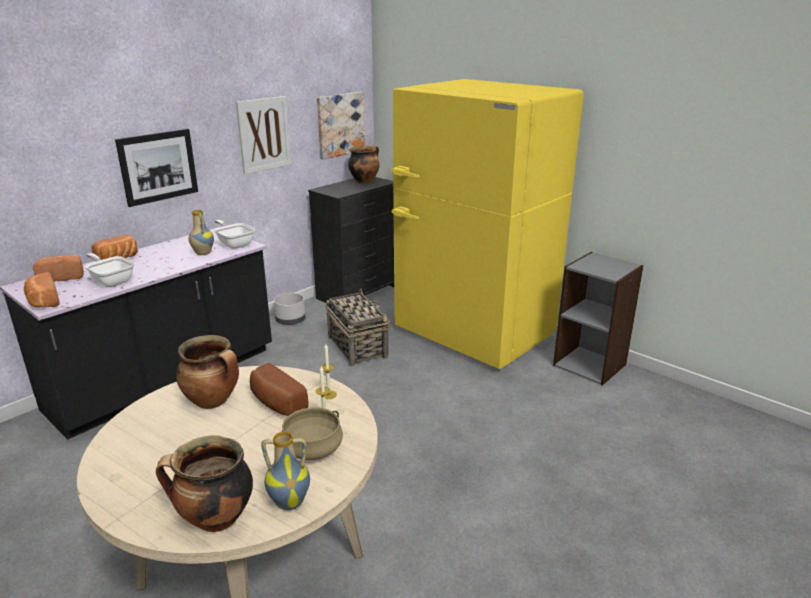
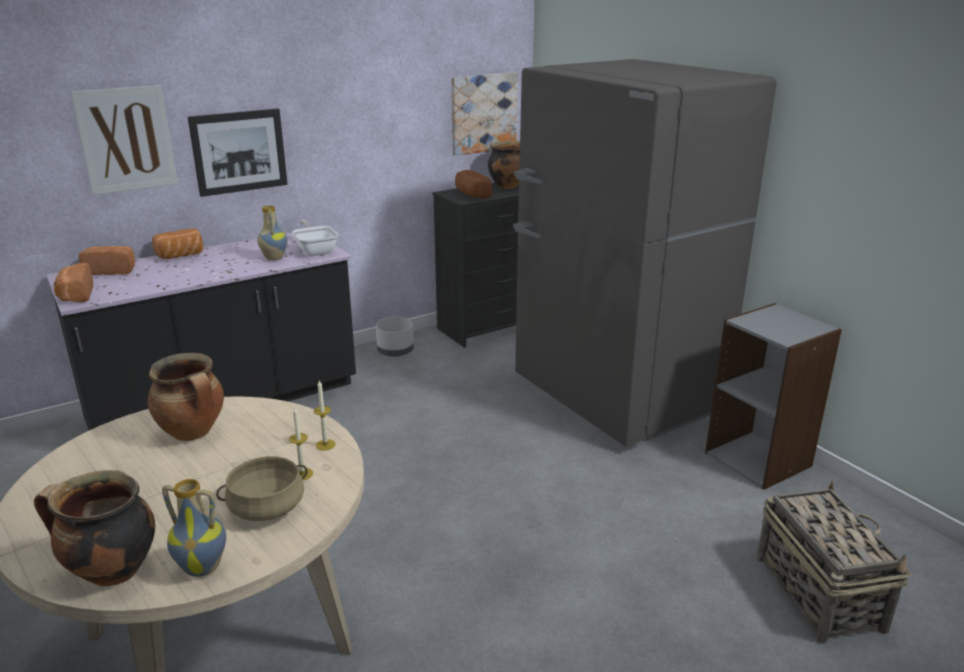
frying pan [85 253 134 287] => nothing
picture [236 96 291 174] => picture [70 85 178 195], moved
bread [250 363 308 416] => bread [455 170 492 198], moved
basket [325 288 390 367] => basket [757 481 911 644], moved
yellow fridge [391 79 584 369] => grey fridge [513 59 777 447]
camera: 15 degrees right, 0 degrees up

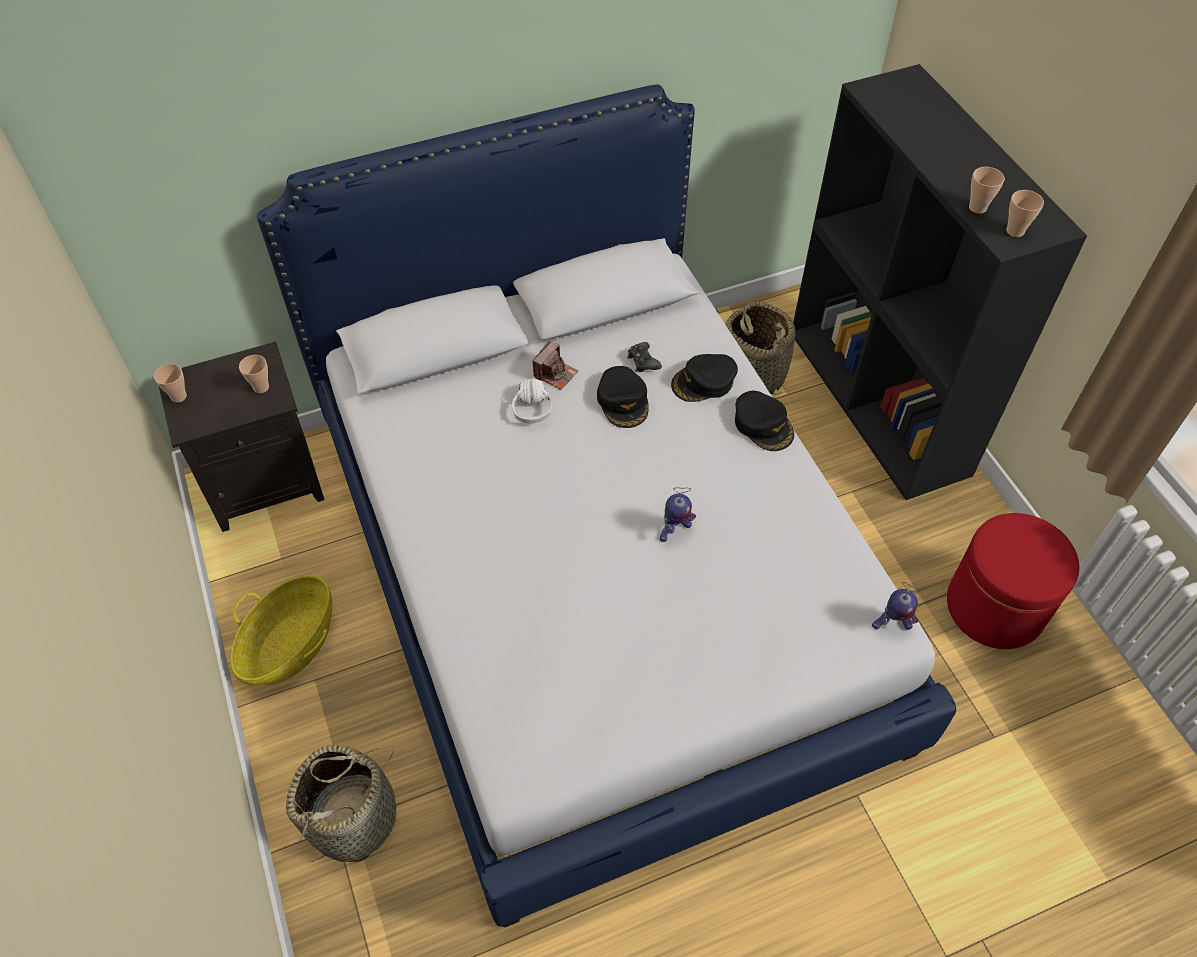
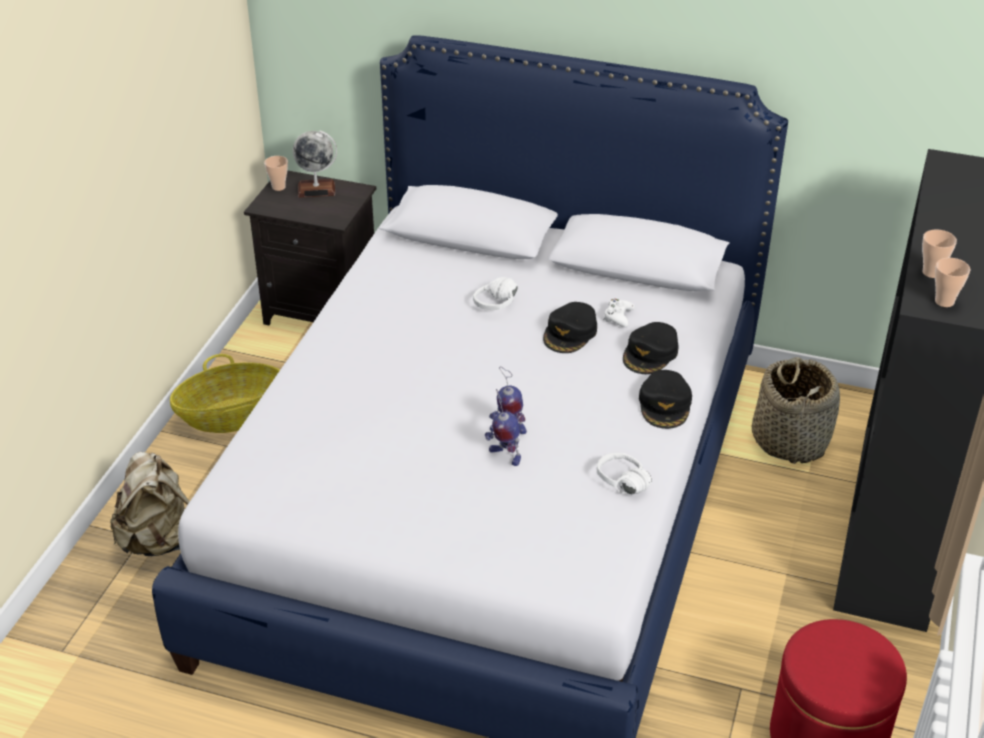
cup [239 355 269 393] => nothing
basket [286 745 397 862] => beige backpack [110 452 190 556]
photo camera [532 340 578 390] => nothing
black game controller [627 342 662 372] => white game controller [603 299 635 327]
black cap [671 354 738 402] => black cap [623 322 679 374], 75 degrees counterclockwise
toy robot [872 582 919 630] => toy robot [485 389 521 466], moved
nothing => globe [293 131 337 198]
nothing => white headphones [597 452 652 494]
camera: 40 degrees right, 15 degrees down

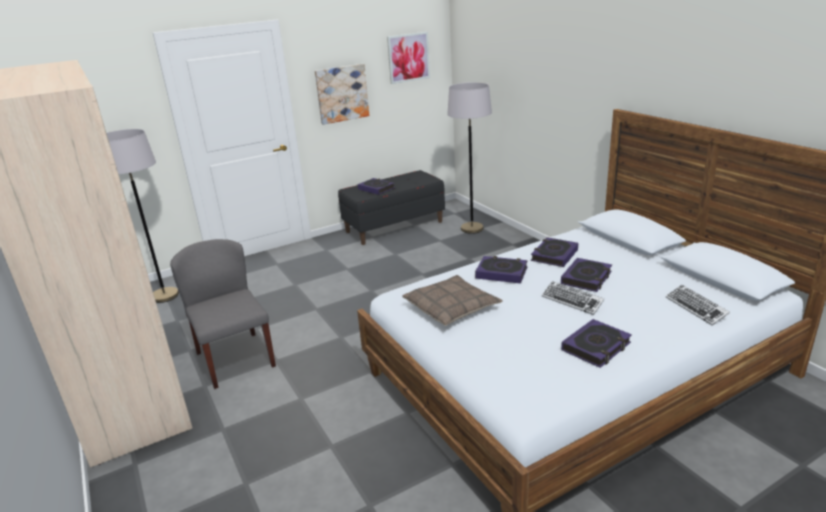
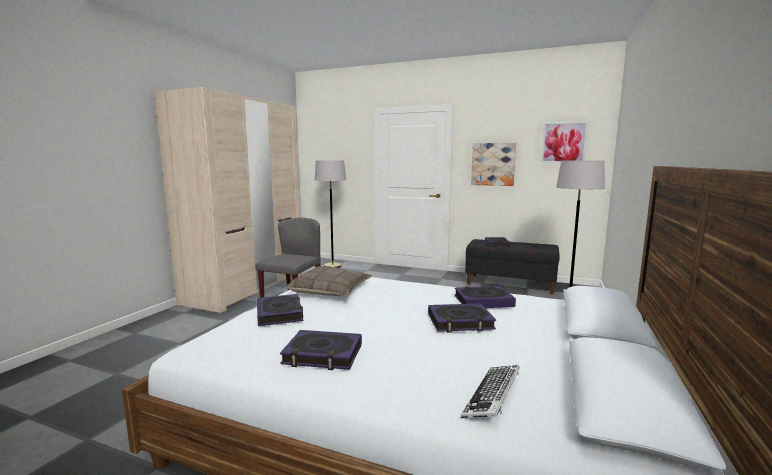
book [475 256 528 284] => book [257 294 303 326], moved
keyboard [542 281 604 315] => nothing
camera: 50 degrees right, 15 degrees down

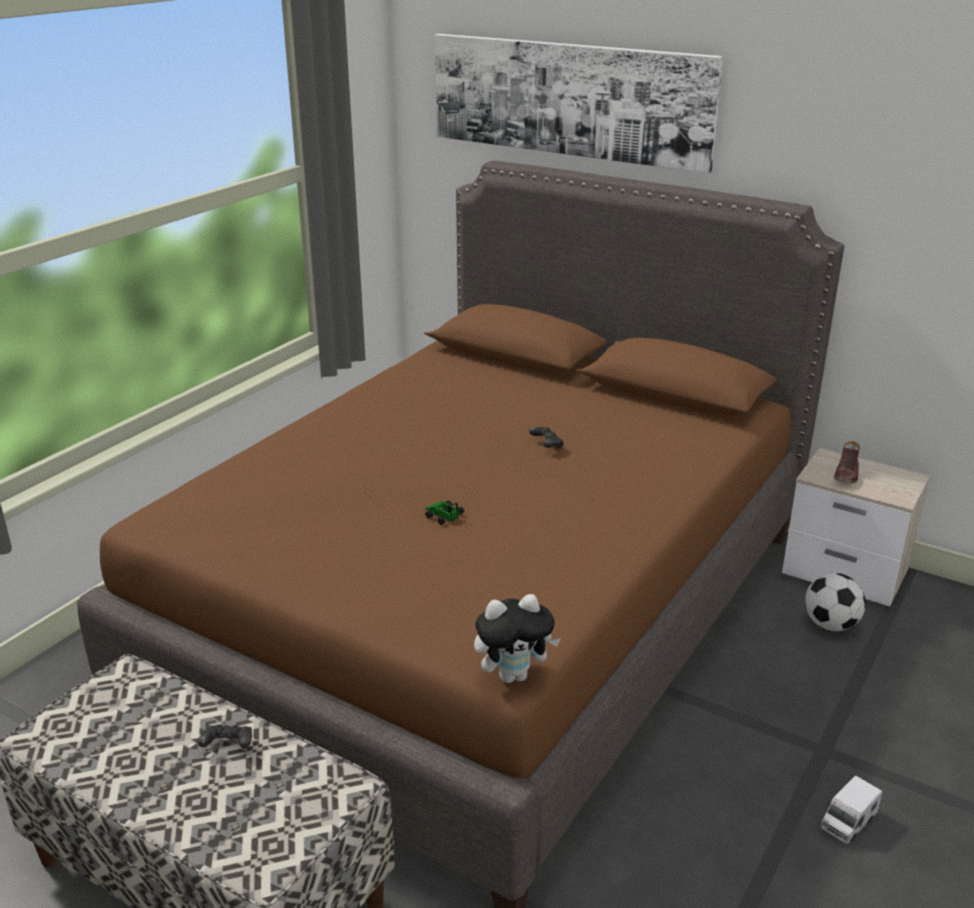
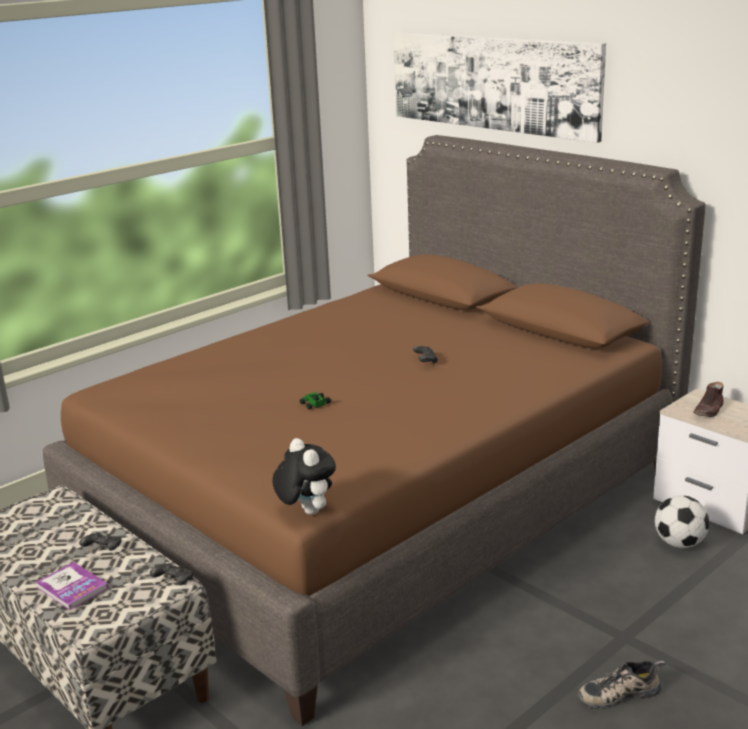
plush toy [474 594 561 683] => plush toy [272 438 336 515], 120 degrees counterclockwise
toy truck [820 776 882 844] => shoe [578 660 665 709]
nothing => book [35 562 108 610]
nothing => black game controller [150 563 194 585]
camera: 15 degrees right, 5 degrees down

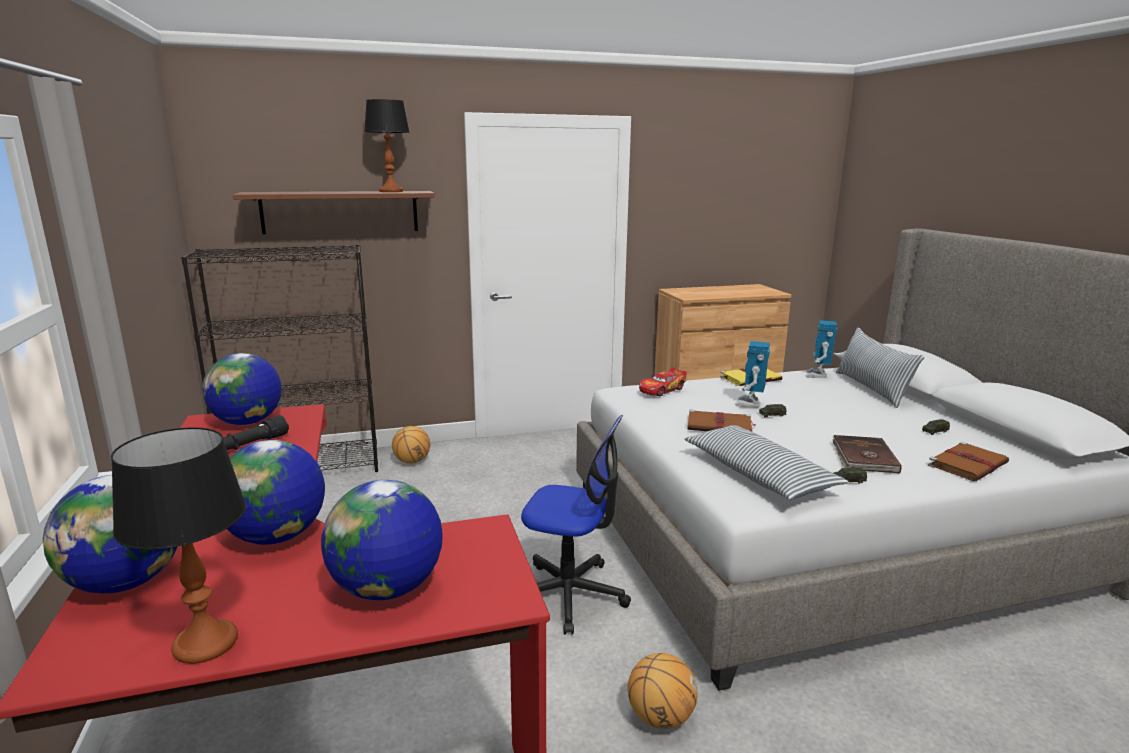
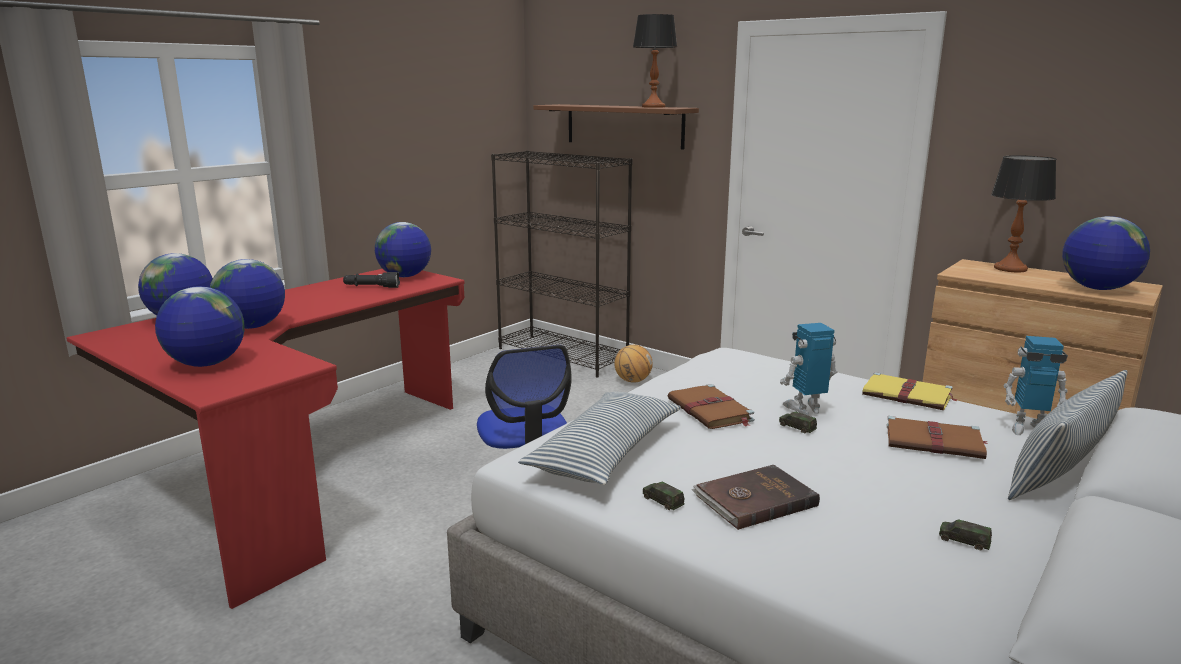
table lamp [111 427 246 664] => table lamp [991 156 1056 272], moved
basketball [628 653 698 729] => nothing
toy car [639 367 687 397] => nothing
toy robot [806 320 837 378] => toy robot [1004 336 1068 435], 150 degrees counterclockwise
brown book [928 442 1009 481] => brown book [887 416 988 459], moved
nothing => globe [1062 216 1150 290]
camera: 55 degrees right, 0 degrees up

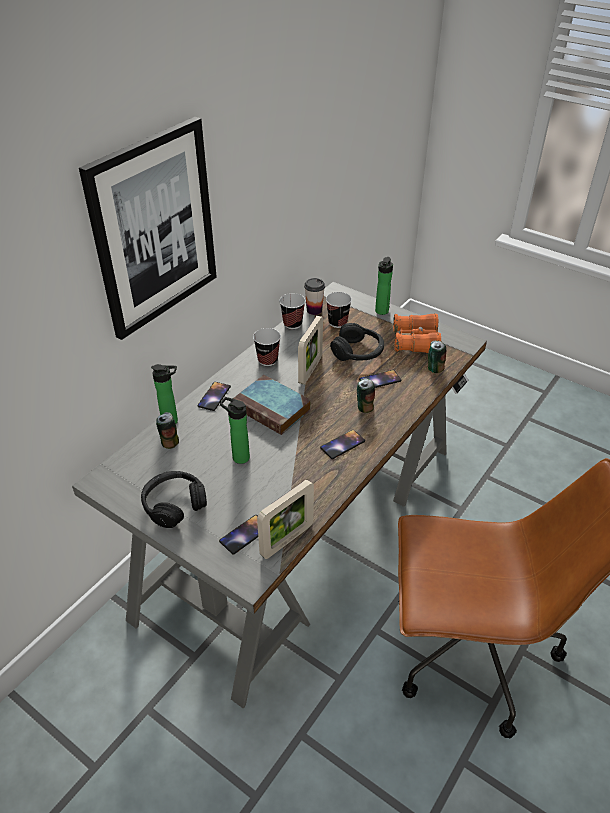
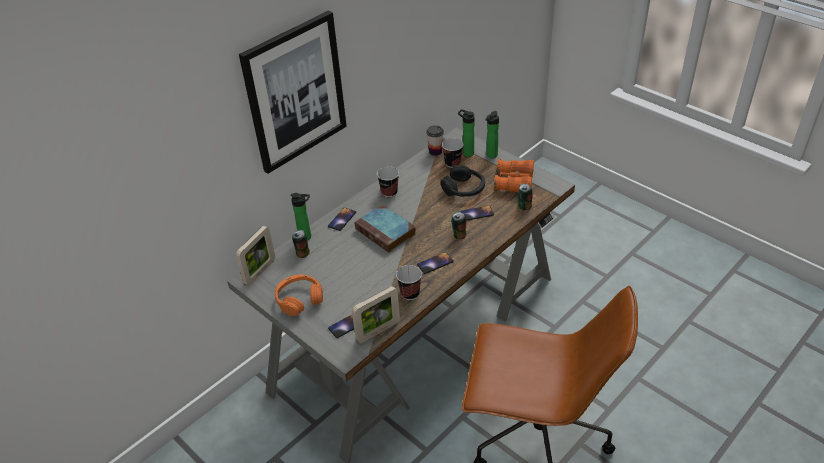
black headphones [141 471 207 528] => orange headphones [275 274 323 316]
bottle [220 397 250 464] => bottle [458 109 475 157], moved
cup [279 293 306 329] => cup [396 265 422 300], moved
picture frame [298 316 323 385] => picture frame [236 226 275 286], moved
camera: 10 degrees right, 0 degrees up

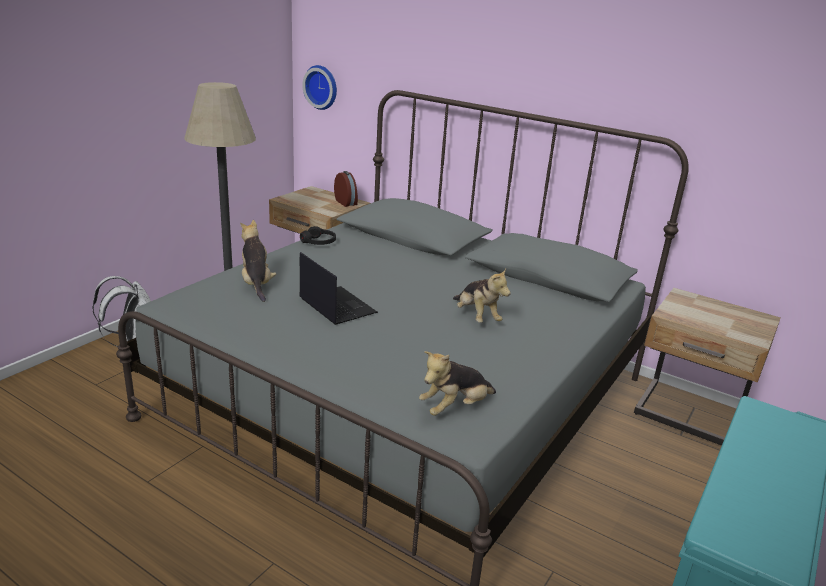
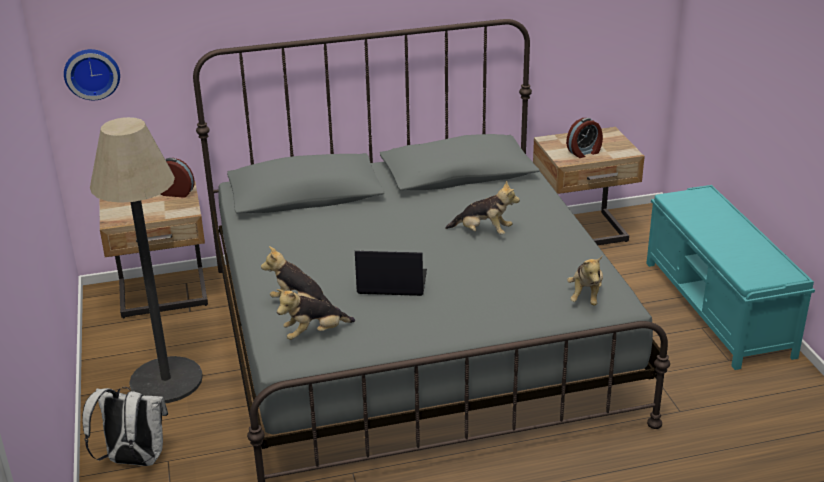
black headphones [300 226 336 245] => nothing
nothing => plush toy [276 289 355 340]
nothing => alarm clock [566 118 603 158]
camera: 45 degrees left, 5 degrees up

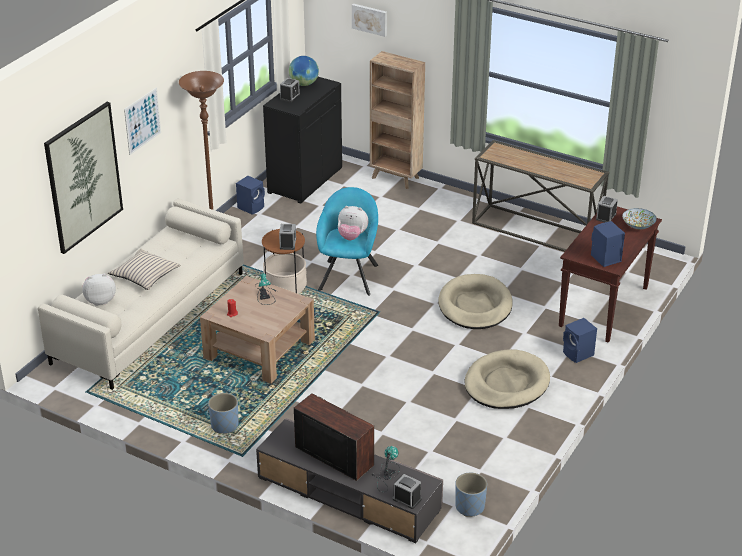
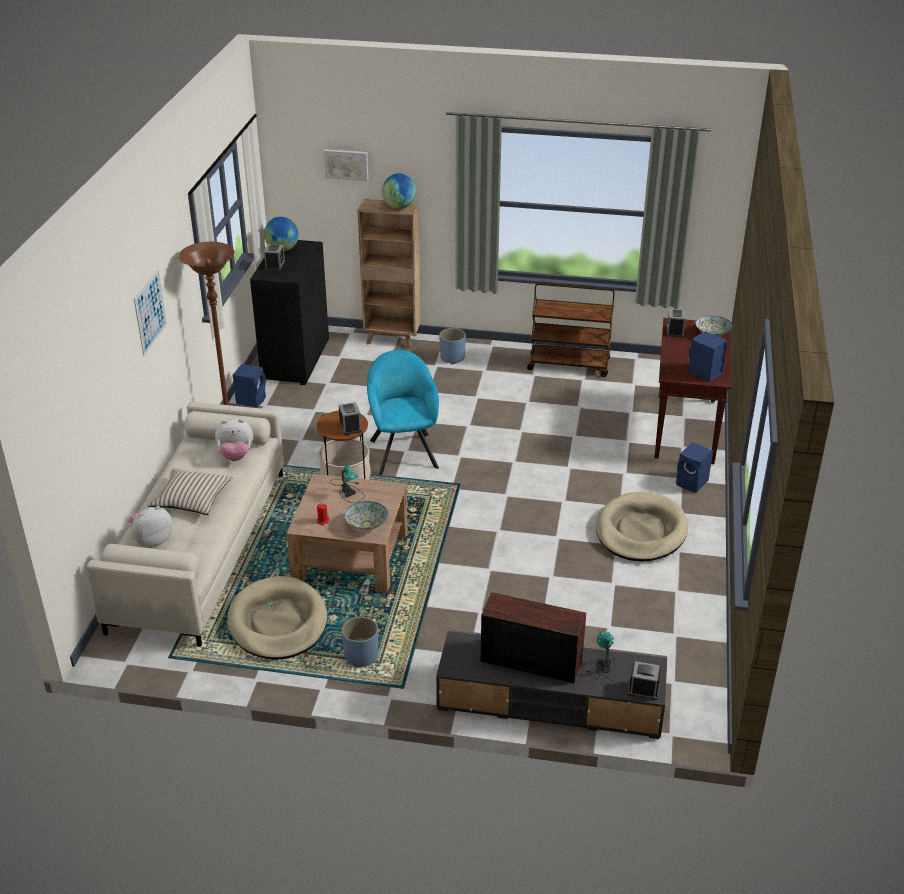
picture [44 102 123 254] => nothing
plush toy [338 206 369 240] => plush toy [215 419 253 461], moved
beige dog bed [438 274 513 329] => beige dog bed [227 576 327 660], moved
blue planter [455 473 487 517] => blue planter [439 328 466 364], moved
console table [472 140 609 252] => brown cart [527 283 614 377]
nothing => bowl [344 501 388 530]
nothing => globe [382 173 417 209]
camera: 20 degrees left, 0 degrees up

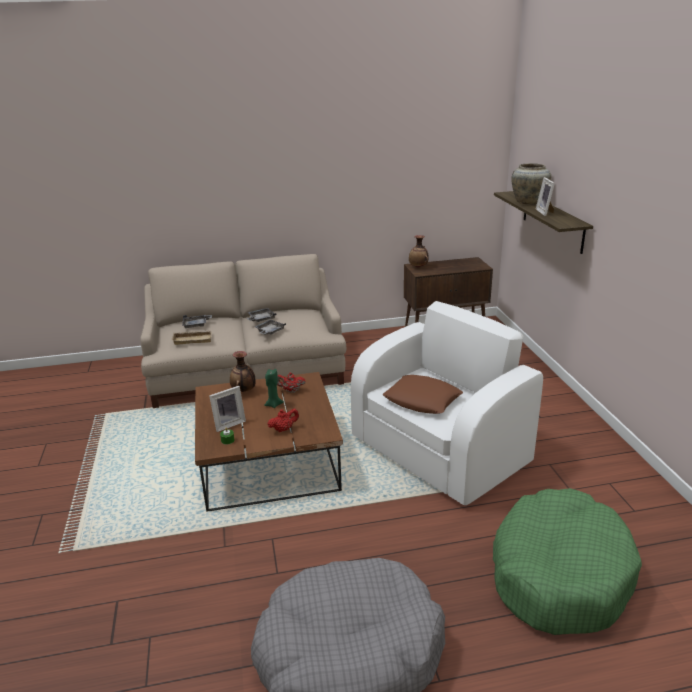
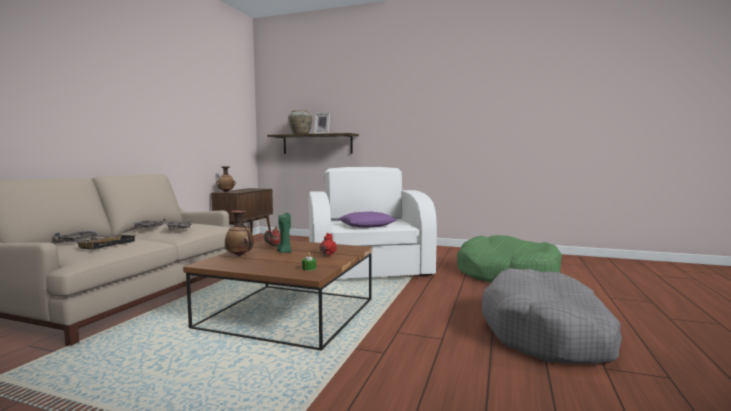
beige tray [172 330 212 345] => black tray [77 235 136 250]
picture frame [209 386 246 432] => nothing
brown pillow [383 375 463 414] => purple pillow [338 211 396 228]
camera: 60 degrees left, 20 degrees down

